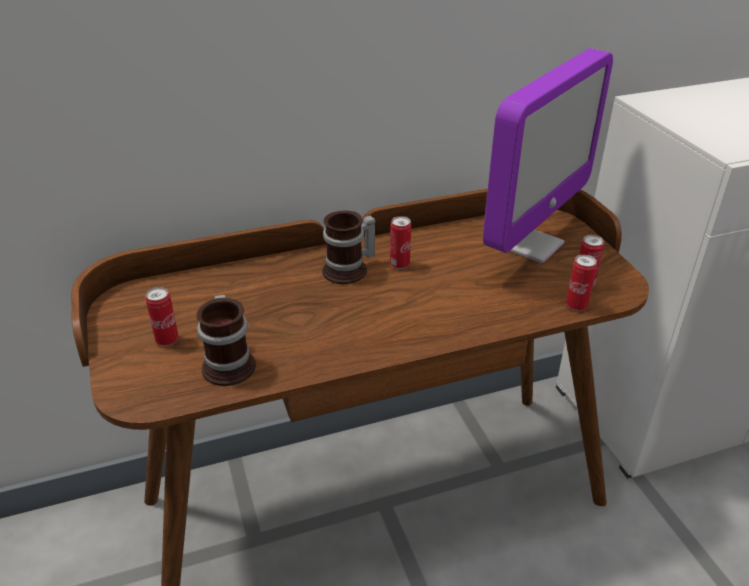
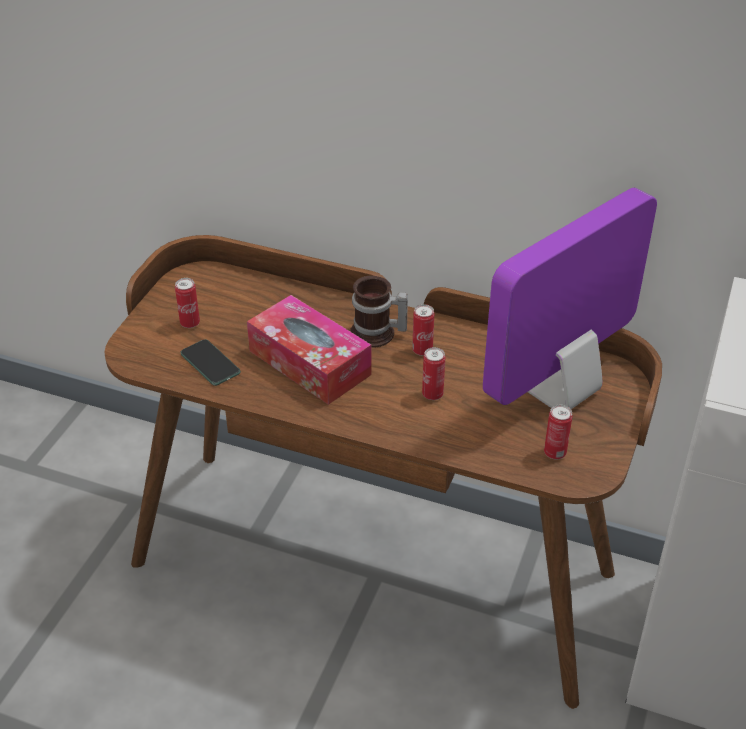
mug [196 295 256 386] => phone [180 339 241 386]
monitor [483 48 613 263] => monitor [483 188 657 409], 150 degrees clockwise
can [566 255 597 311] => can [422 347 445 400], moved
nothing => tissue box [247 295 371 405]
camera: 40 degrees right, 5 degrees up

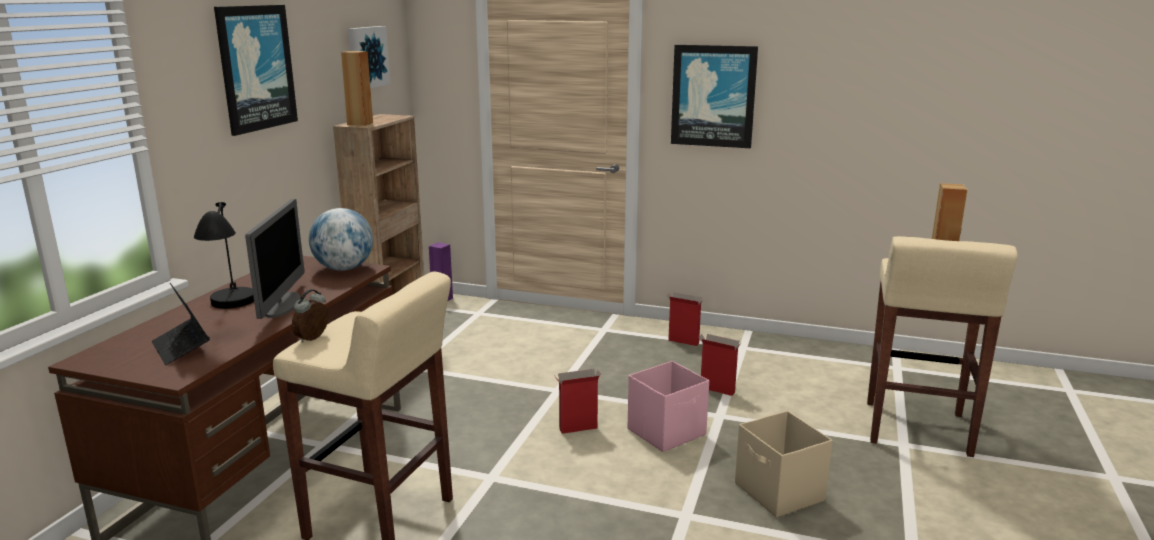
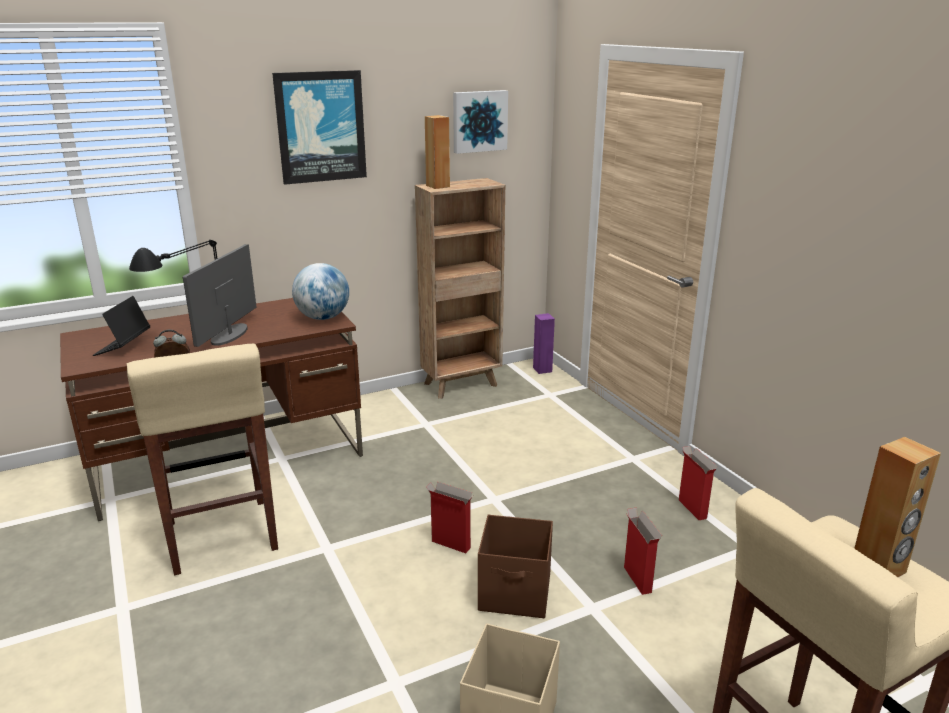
monitor [245 199 305 319] => monitor [183 244 256 347], 150 degrees clockwise
pink storage box [628 361 709 452] => brown storage box [478 515 553 618]
picture [671 45 758 148] => nothing
camera: 45 degrees right, 5 degrees up

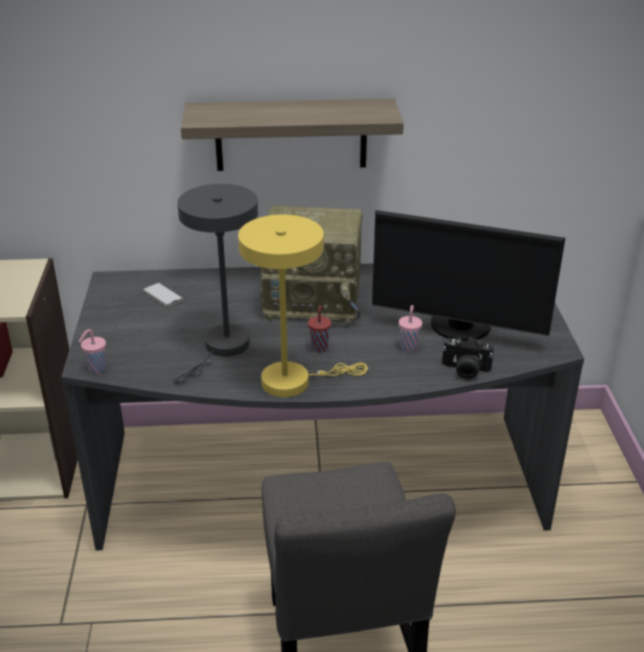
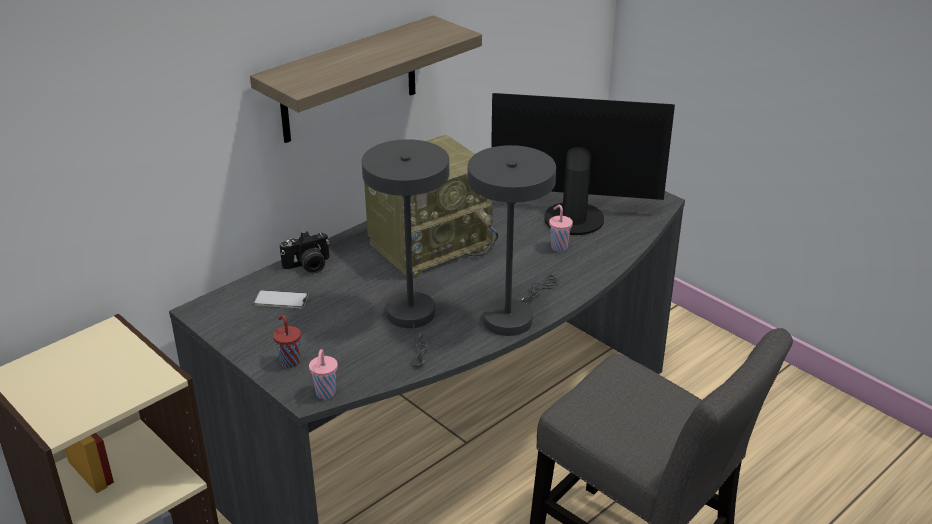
yellow table lamp [238 215 368 397] => grey table lamp [468 145 558 336]
red cup [308 305 331 352] => red cup [273 315 301 368], moved
monitor [372 210 565 341] => monitor [491 93 675 235], 150 degrees counterclockwise
photo camera [442 337 494 380] => photo camera [280 231 329 274], moved
camera: 40 degrees left, 0 degrees up

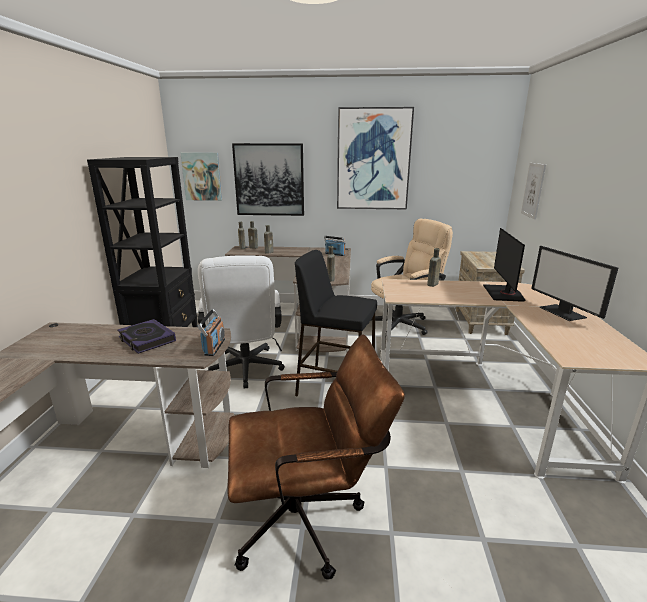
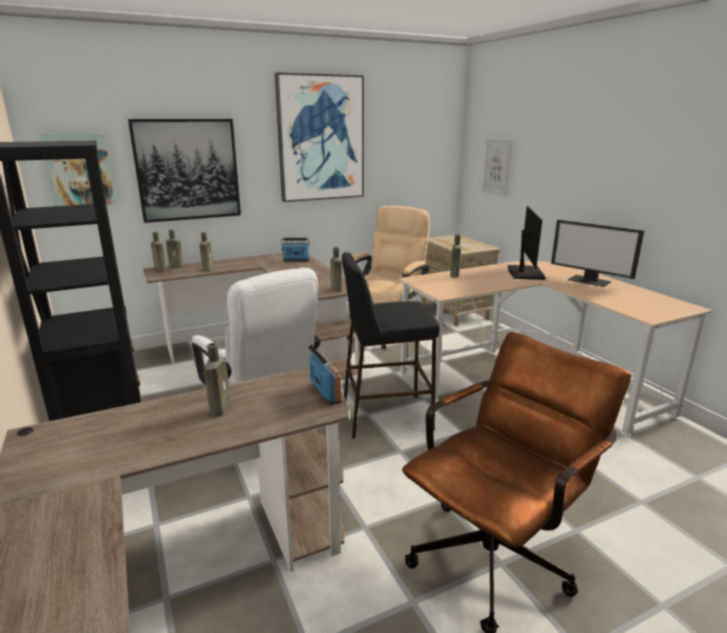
book [117 319 176 354] => brown bottle [204 343 231 417]
monitor [483 228 526 302] => monitor [508 206 546 280], 150 degrees counterclockwise
camera: 30 degrees left, 0 degrees up

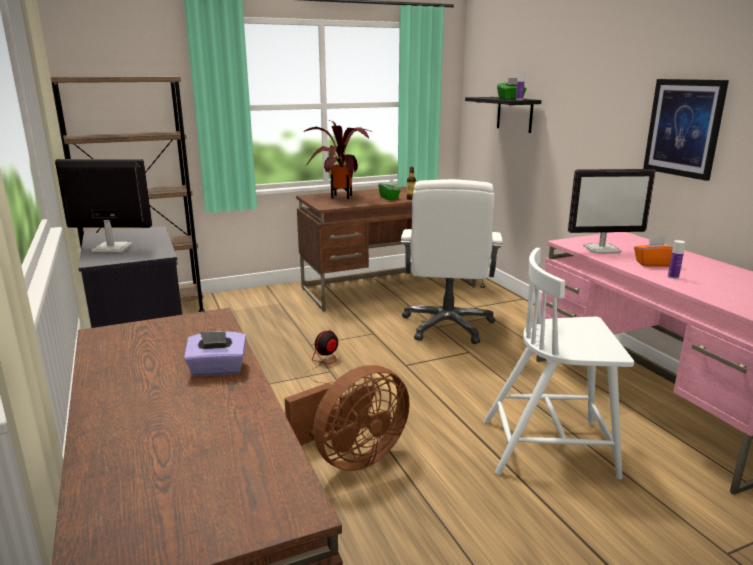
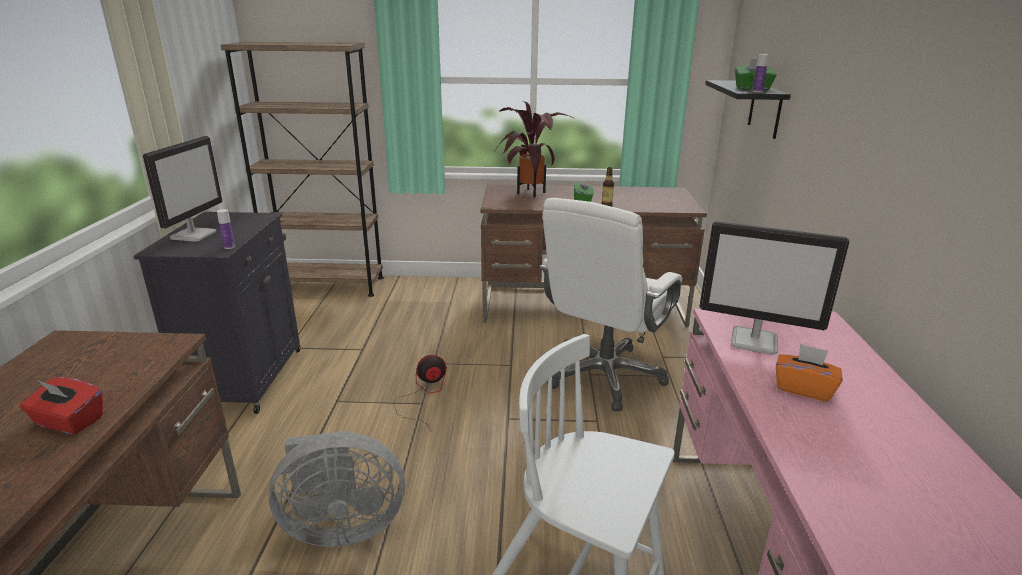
monitor [55 159 152 253] => monitor [143 136 222 242], 75 degrees clockwise
purple tissue box [184 331 246 376] => red tissue box [20 377 103 434]
brown fan [284 365 410 471] => grey fan [269 431 405 547]
picture [643 79 729 181] => nothing
bottle [668 240 685 279] => bottle [217 209 235 249], moved
camera: 25 degrees right, 5 degrees up

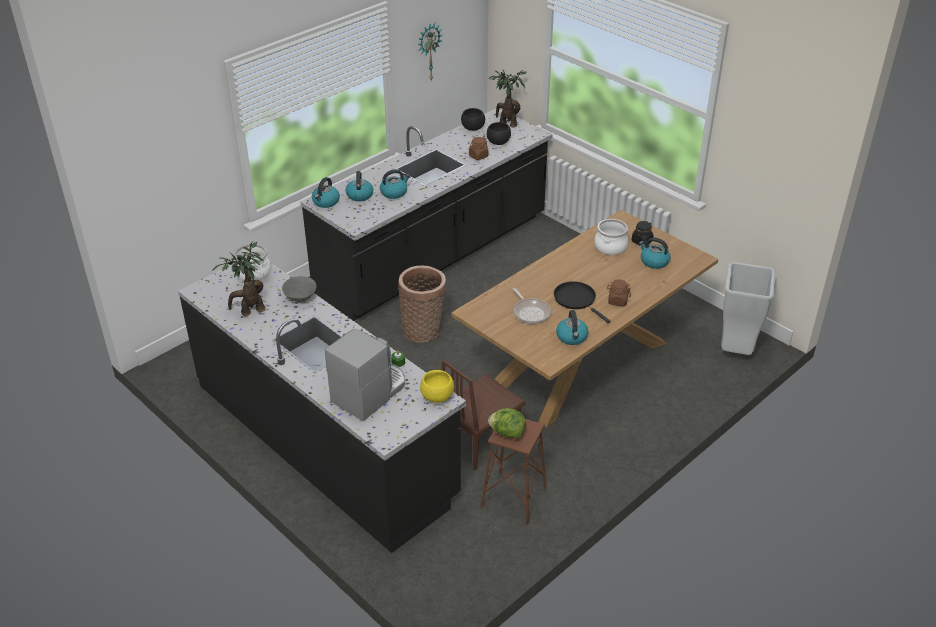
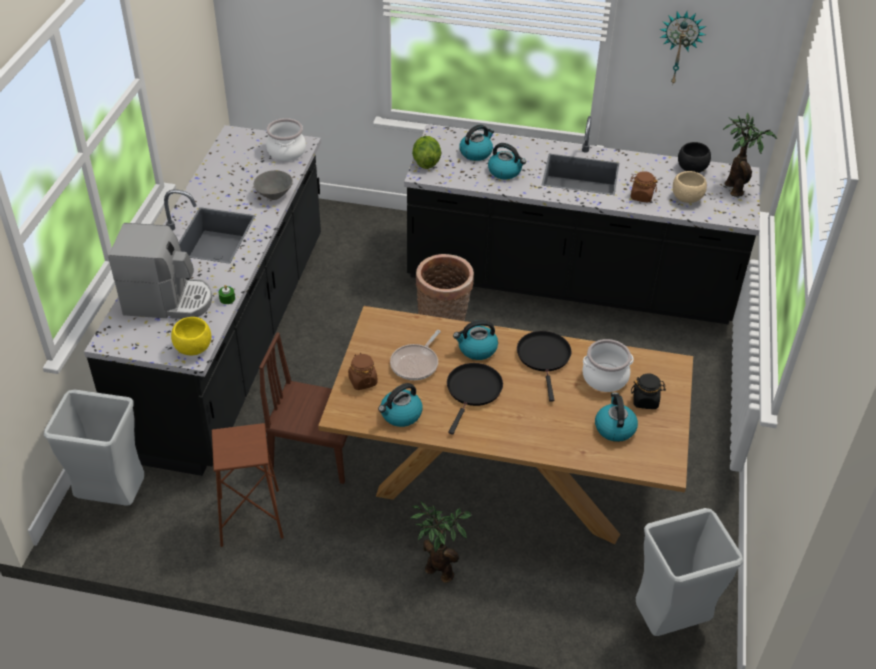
potted plant [212 242 266 316] => potted plant [410 501 471 583], moved
kettle [312 177 340 208] => kettle [453 320 498 360], moved
black bowl [487 122 511 145] => beige bowl [673 171 707 203]
lettuce [488 408 526 439] => lettuce [412 136 441 169], moved
brown jar [607 279 631 306] => brown jar [348 353 378 390], moved
nothing => grey trash can [44 389 144 506]
nothing => black frying pan [517 331 571 402]
camera: 55 degrees right, 5 degrees up

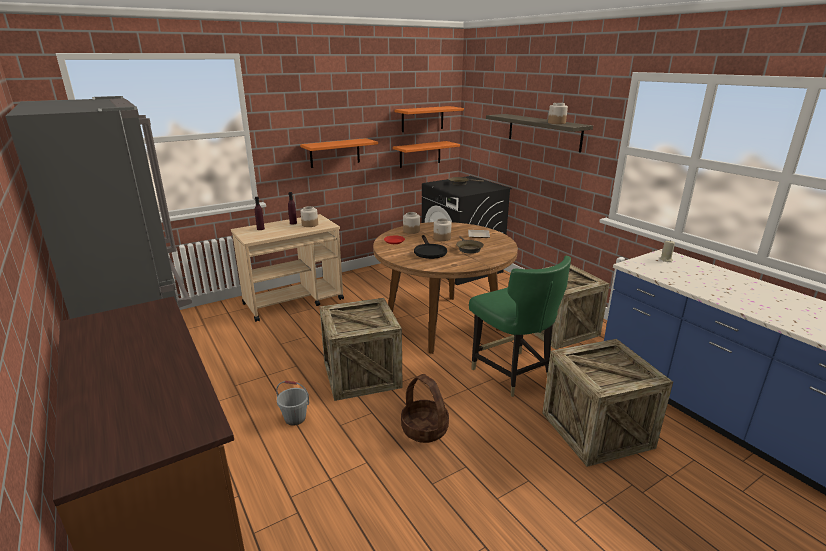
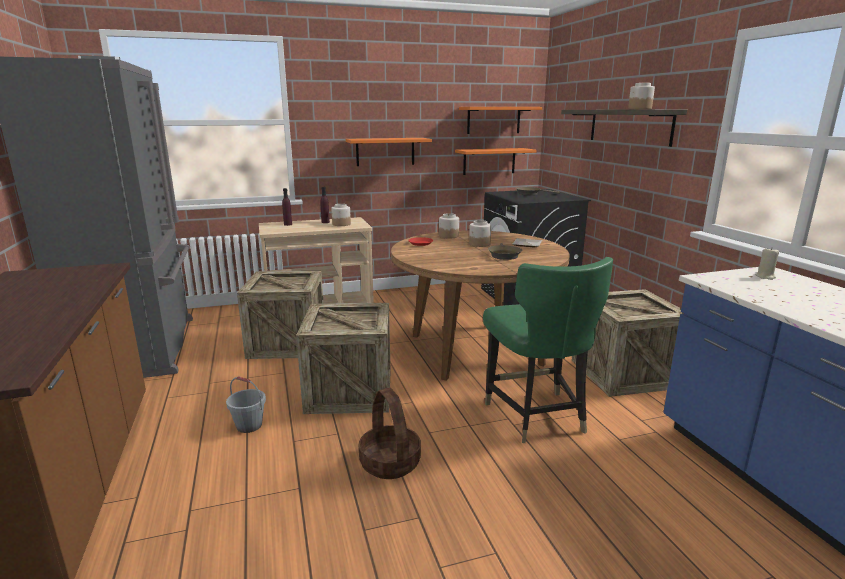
black frying pan [414 235 447 259] => nothing
crate [542 339 673 467] => crate [237 271 324 359], moved
camera: 15 degrees right, 5 degrees down

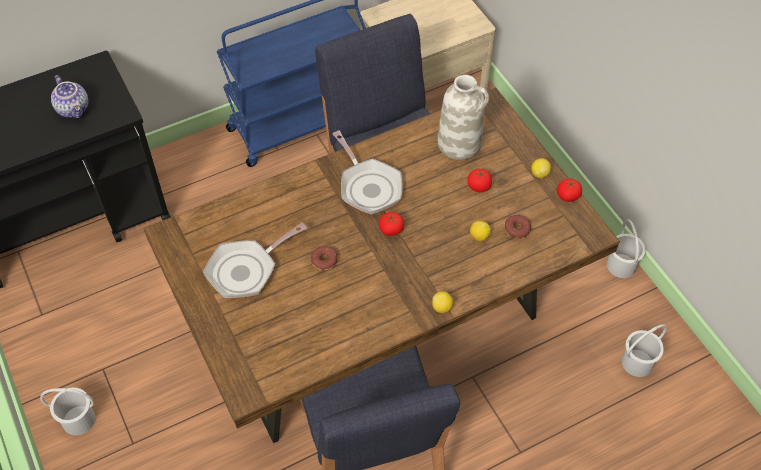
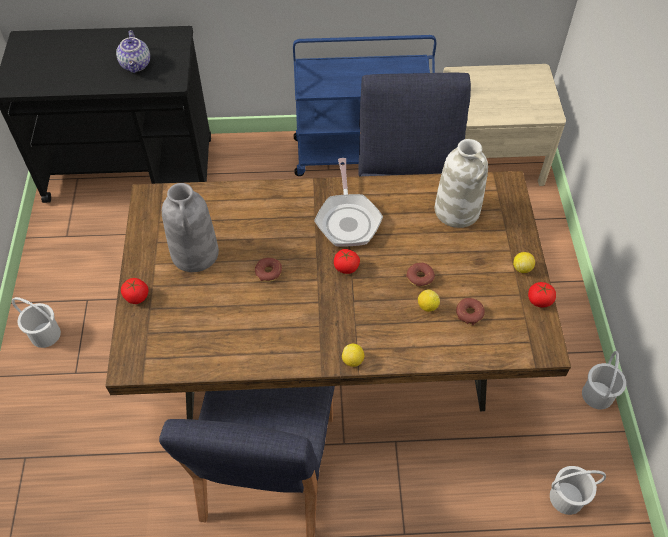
frying pan [203 223 307 298] => grey vase [162 183 219 272]
tomato [467 169 492 192] => tomato [121 278 148 304], moved
nothing => donut [406 263 435 287]
camera: 25 degrees right, 0 degrees up

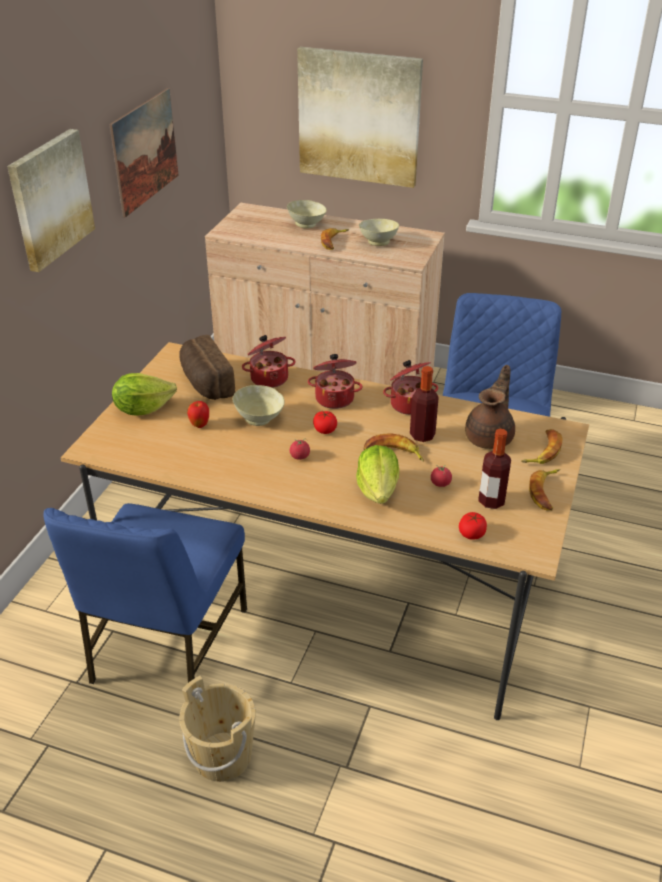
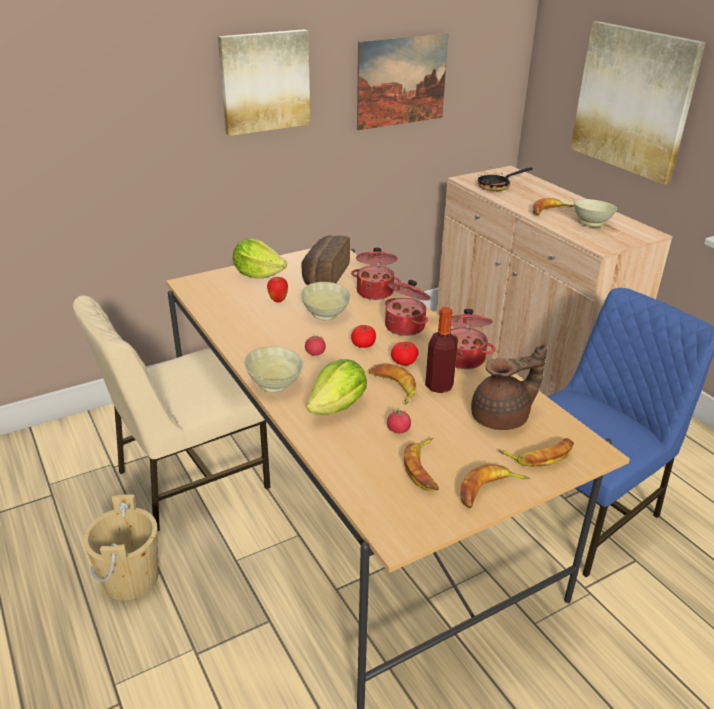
blue chair [43 503 247 684] => beige chair [73 295 271 531]
beige bowl [287 200 327 228] => beige bowl [244 346 303 393], moved
tomato [459 512 487 539] => tomato [391 342 419 365], moved
bottle [478 429 511 509] => banana [404 438 439 491]
nothing => frying pan [478 167 533 191]
camera: 40 degrees right, 5 degrees down

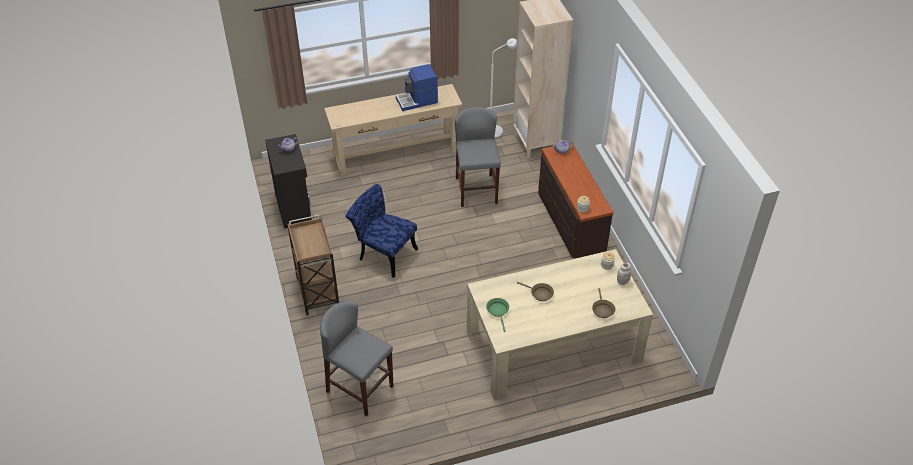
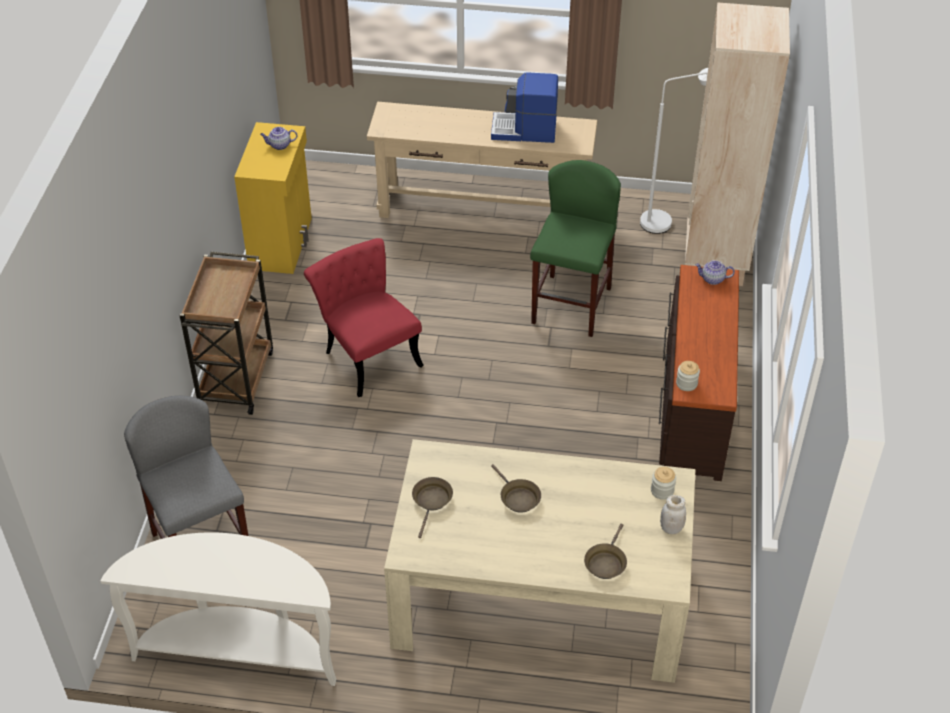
black cabinet [265 134 312 229] => yellow cabinet [234 122 312 274]
blue chair [346 184 418 278] => red chair [304 238 424 397]
grey stool [455 107 501 207] => green stool [530 160 621 337]
green frying pan [486 298 509 332] => brown frying pan [412 477 453 538]
nothing => white console table [101 532 336 686]
camera: 25 degrees right, 0 degrees up

